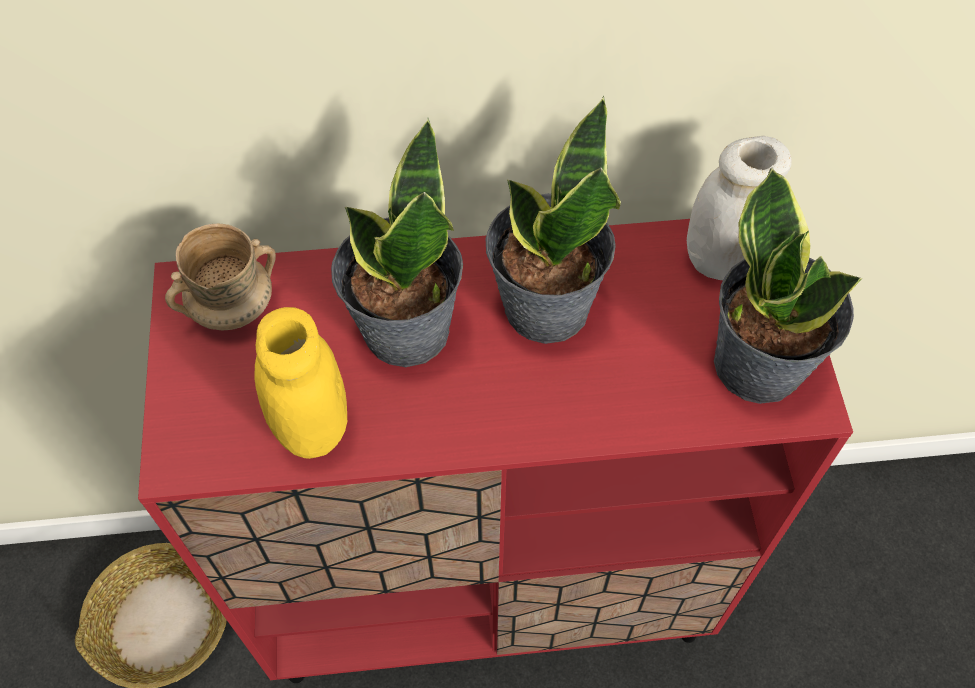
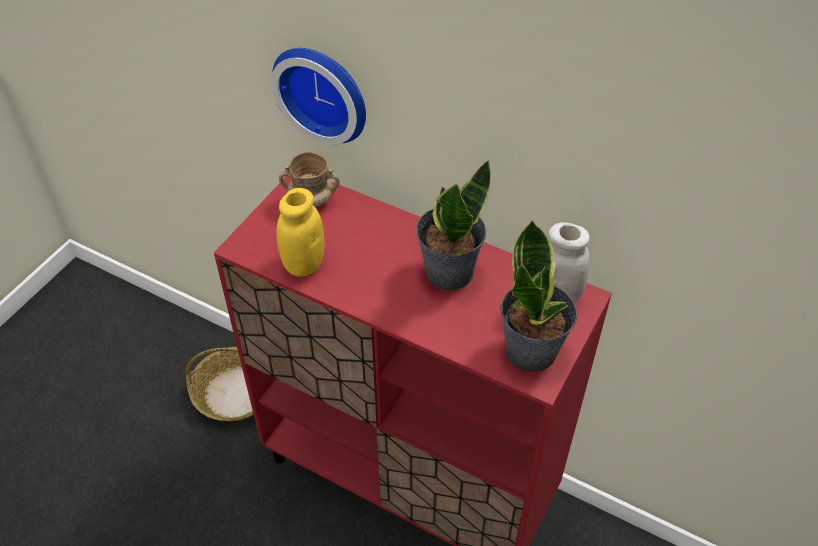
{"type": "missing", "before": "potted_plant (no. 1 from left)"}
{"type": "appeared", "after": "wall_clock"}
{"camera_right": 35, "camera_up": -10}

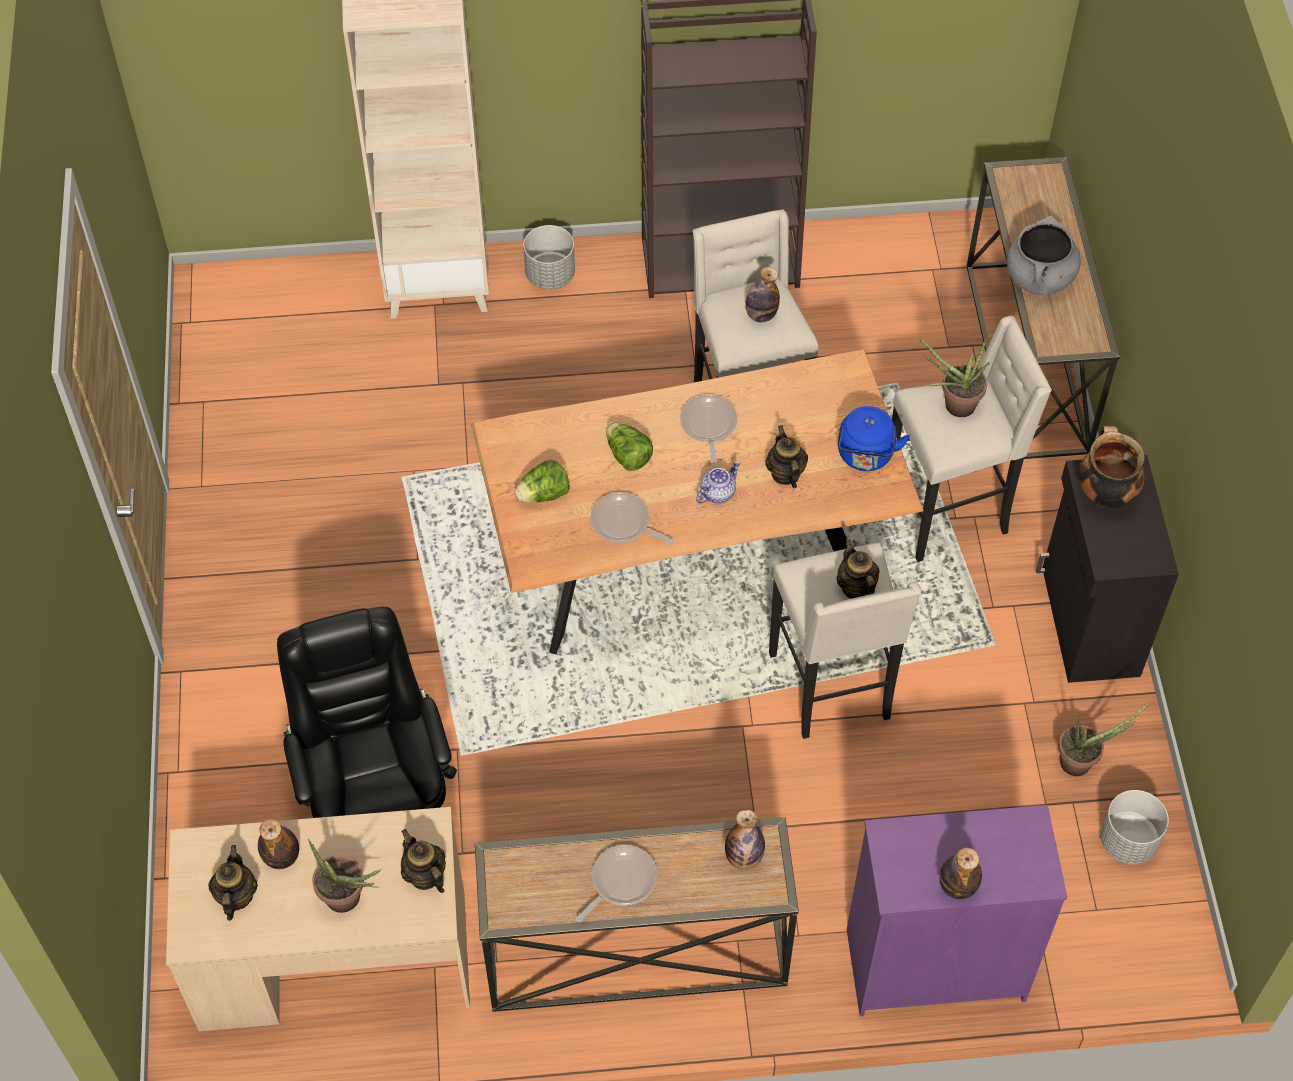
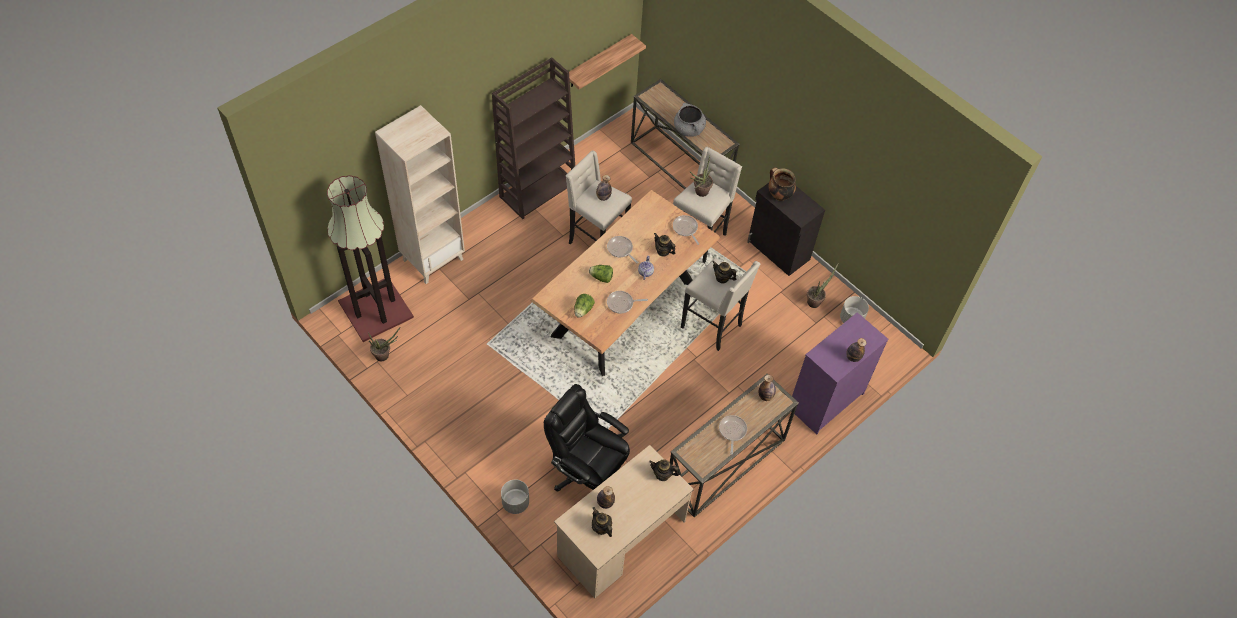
{"type": "relocated", "before": "potted_plant (no. 1 from left)"}
{"type": "relocated", "before": "grey_planter (no. 1 from left)"}
{"type": "exchanged", "before": "blue_kettle", "after": "frying_pan (no. 3 from left)"}
{"type": "appeared", "after": "floor_lamp"}
{"type": "appeared", "after": "shelf"}
{"camera_right": -40, "camera_up": 0}

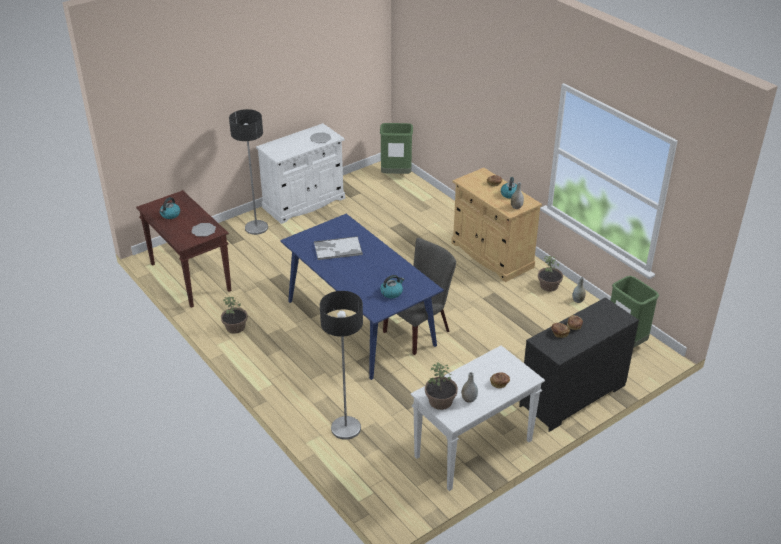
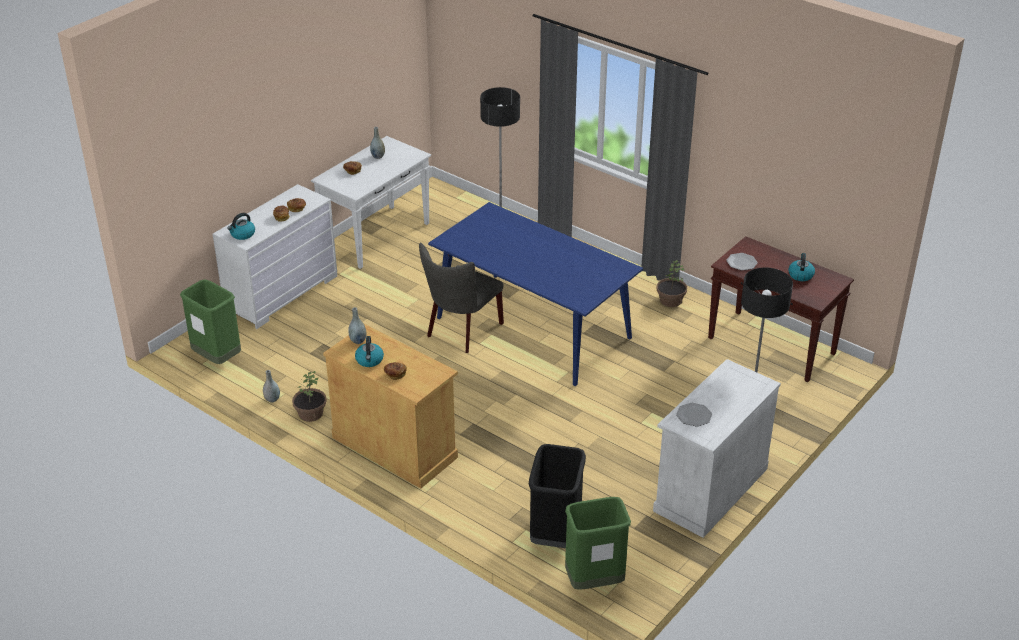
{"type": "missing", "before": "tray"}
{"type": "relocated", "before": "kettle (no. 2 from left in the first image)", "after": "kettle (no. 1 from left)"}
{"type": "missing", "before": "potted_plant (no. 2 from left)"}
{"type": "colour", "before": "black_dresser", "after": "white_dresser"}
{"type": "appeared", "after": "black_trash_can"}
{"camera_right": 165, "camera_up": 0}

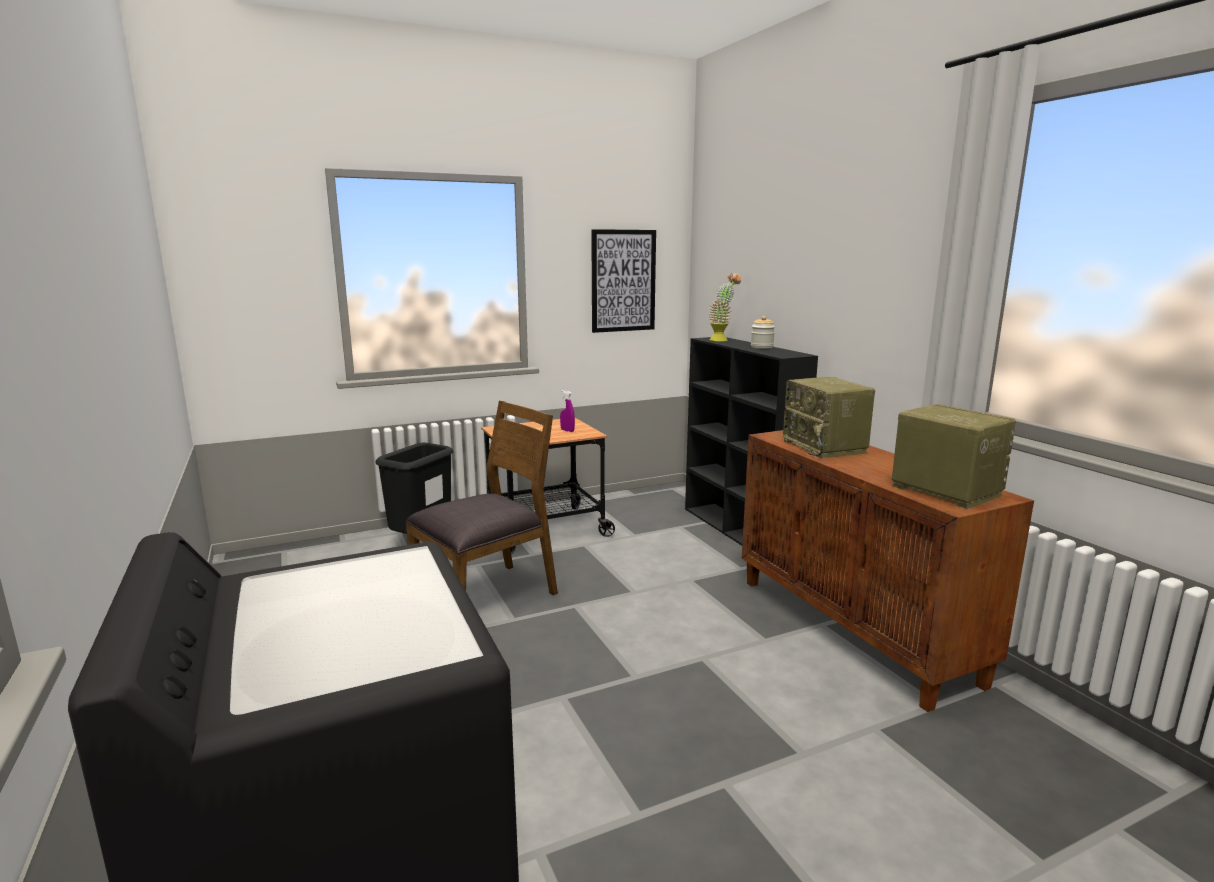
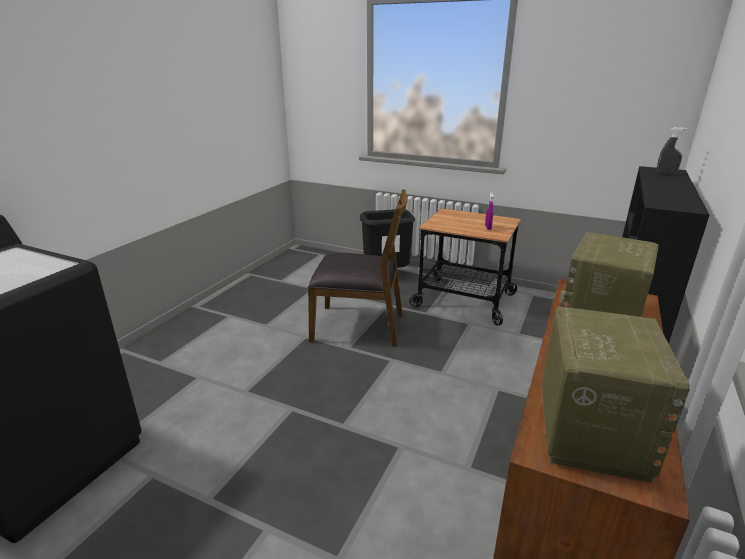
{"type": "missing", "before": "picture"}
{"type": "exchanged", "before": "potted_plant", "after": "grey_spray_bottle"}
{"type": "missing", "before": "jar"}
{"camera_right": 50, "camera_up": 10}

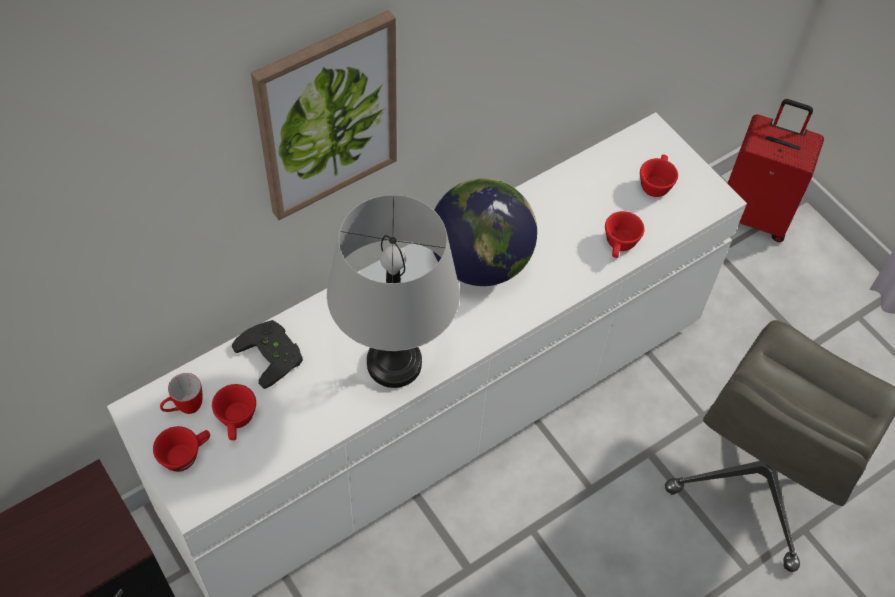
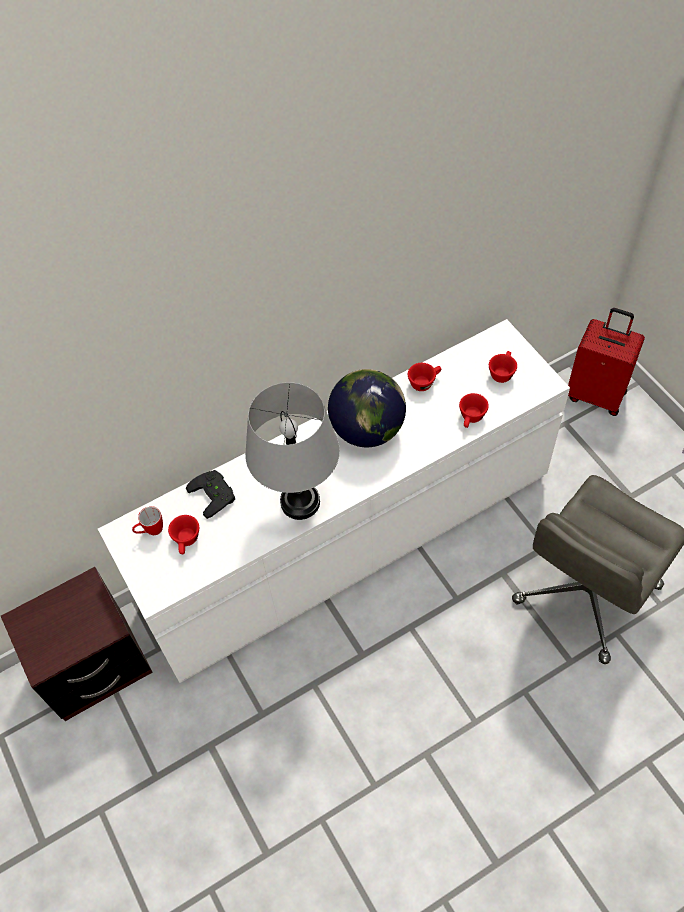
{"type": "relocated", "before": "red_cup (no. 1 from left in the first image)", "after": "red_cup (no. 2 from left)"}
{"type": "missing", "before": "picture"}
{"camera_right": 10, "camera_up": 0}

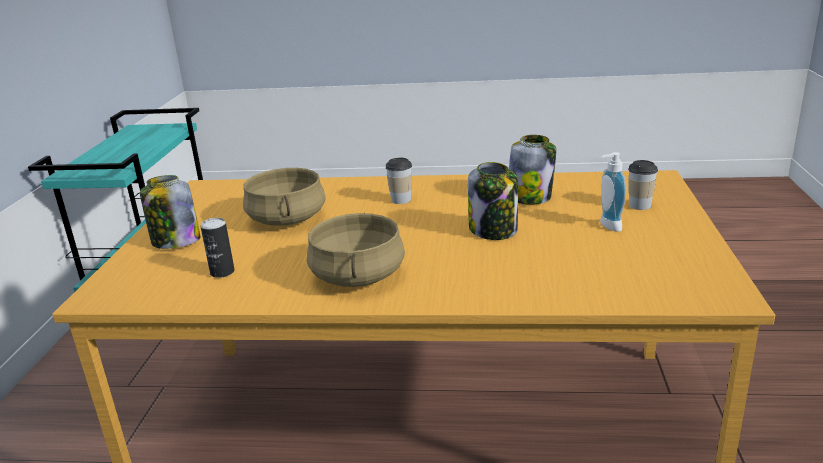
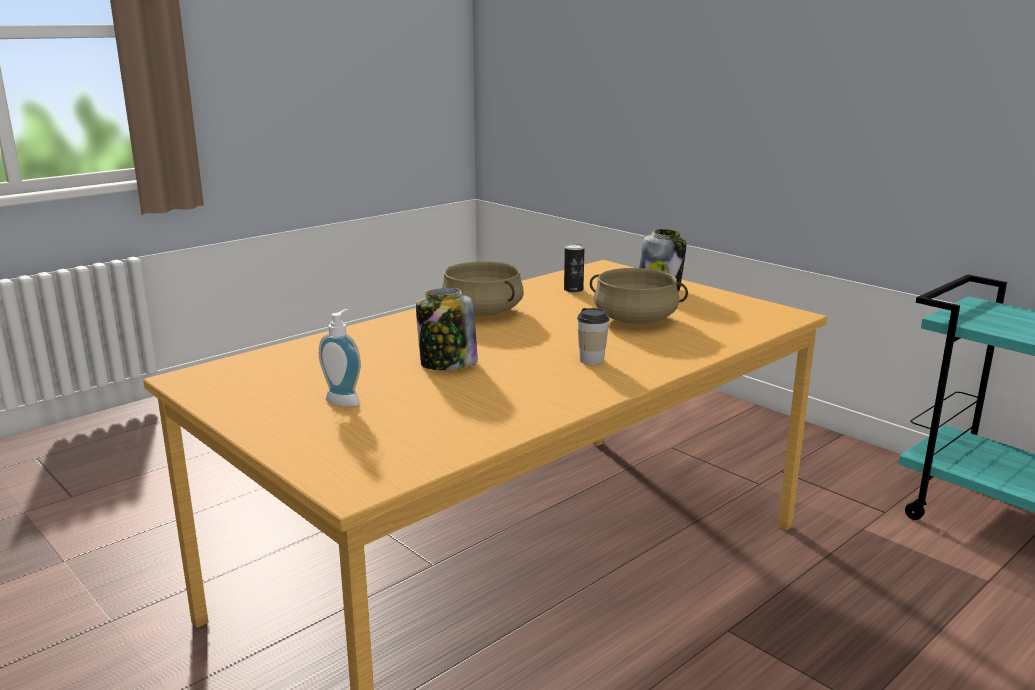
{"type": "missing", "before": "jar (no. 3 from left)"}
{"type": "missing", "before": "cup (no. 2 from left)"}
{"camera_right": 130, "camera_up": -5}

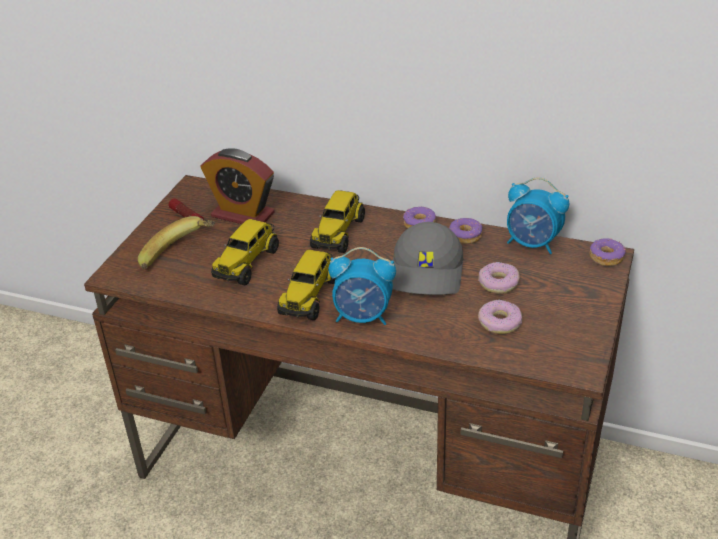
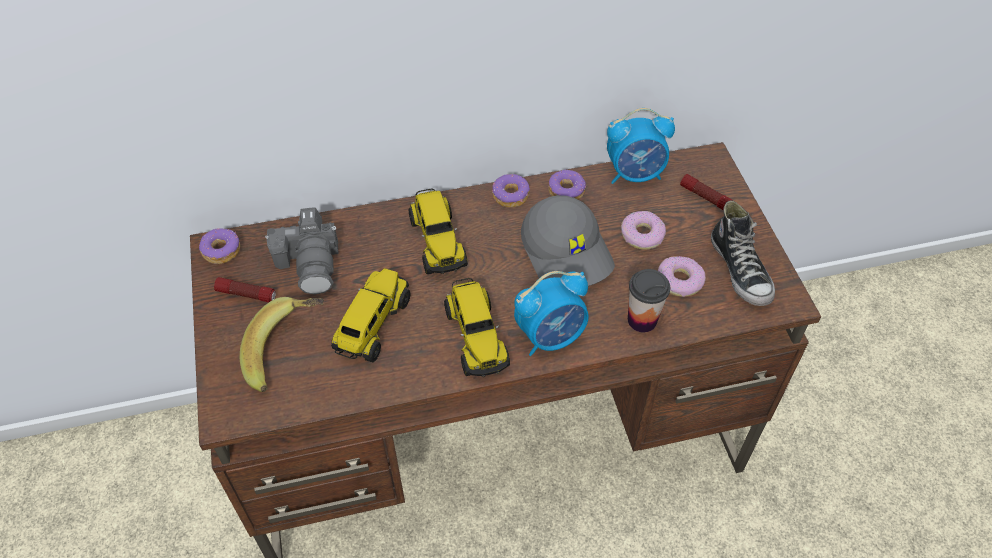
{"type": "exchanged", "before": "alarm_clock (no. 1 from left)", "after": "photo_camera"}
{"type": "spun", "before": "toy_truck (no. 1 from left)", "turn": -150}
{"type": "relocated", "before": "donut (no. 5 from left in the first image)", "after": "donut (no. 1 from left)"}
{"type": "appeared", "after": "cup"}
{"type": "appeared", "after": "flashlight (no. 2 from left)"}
{"type": "appeared", "after": "shoe"}
{"camera_right": -35, "camera_up": 15}

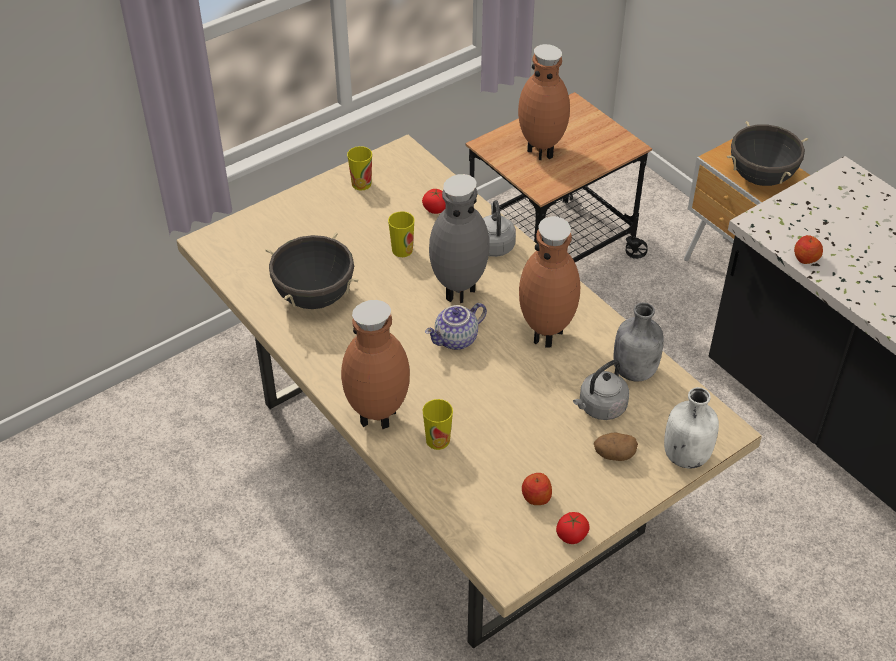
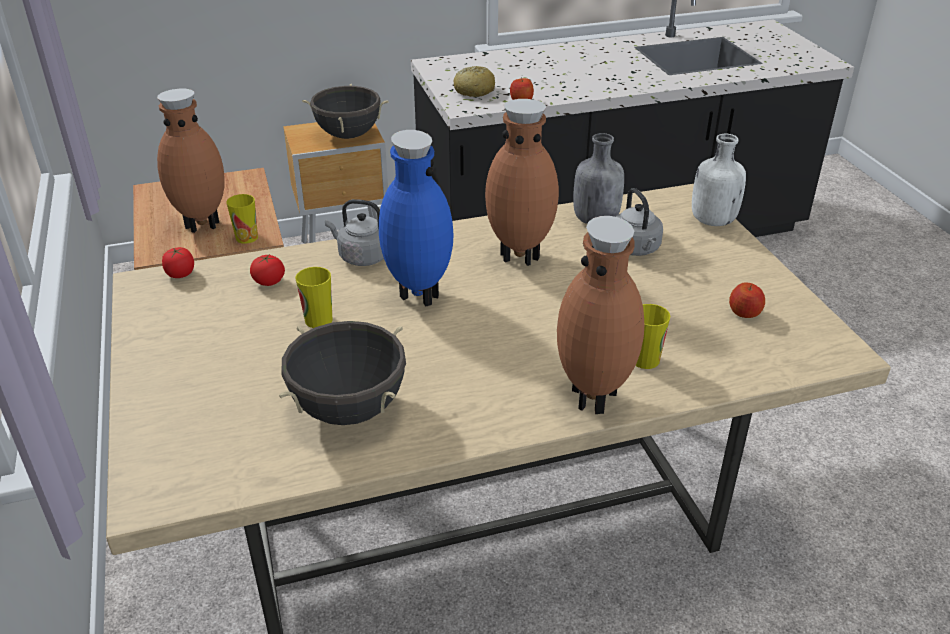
{"type": "relocated", "before": "cup (no. 1 from left)"}
{"type": "missing", "before": "teapot"}
{"type": "colour", "before": "grey_vase", "after": "blue_vase"}
{"type": "relocated", "before": "tomato (no. 2 from left in the first image)", "after": "tomato (no. 1 from left)"}
{"type": "missing", "before": "potato"}
{"type": "appeared", "after": "bread"}
{"camera_right": -70, "camera_up": -10}

